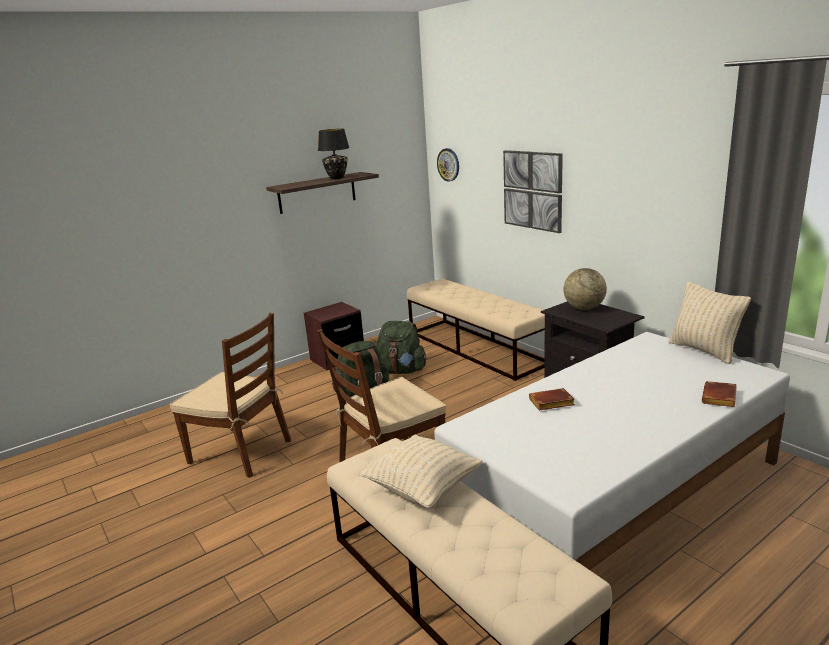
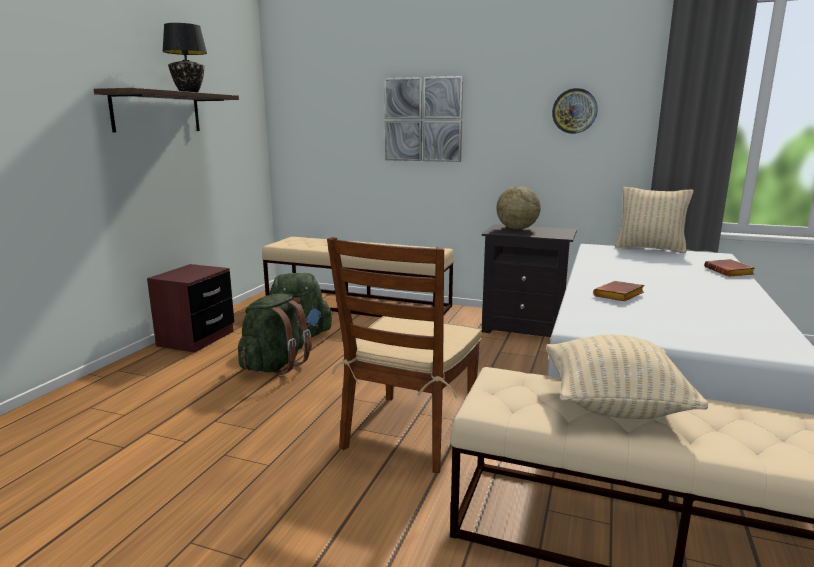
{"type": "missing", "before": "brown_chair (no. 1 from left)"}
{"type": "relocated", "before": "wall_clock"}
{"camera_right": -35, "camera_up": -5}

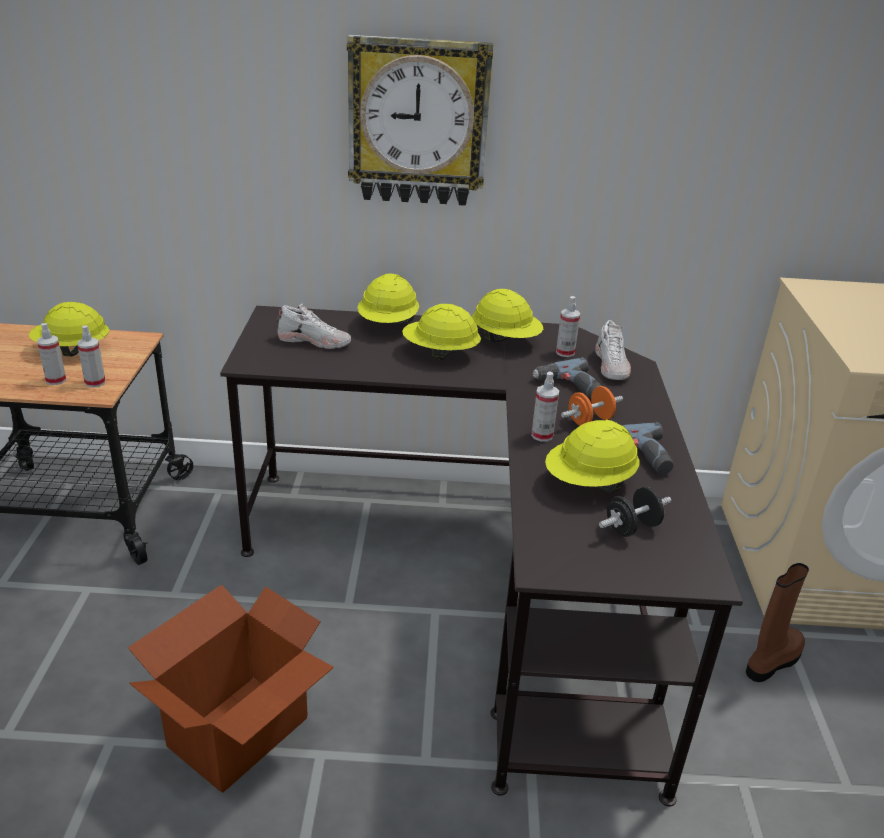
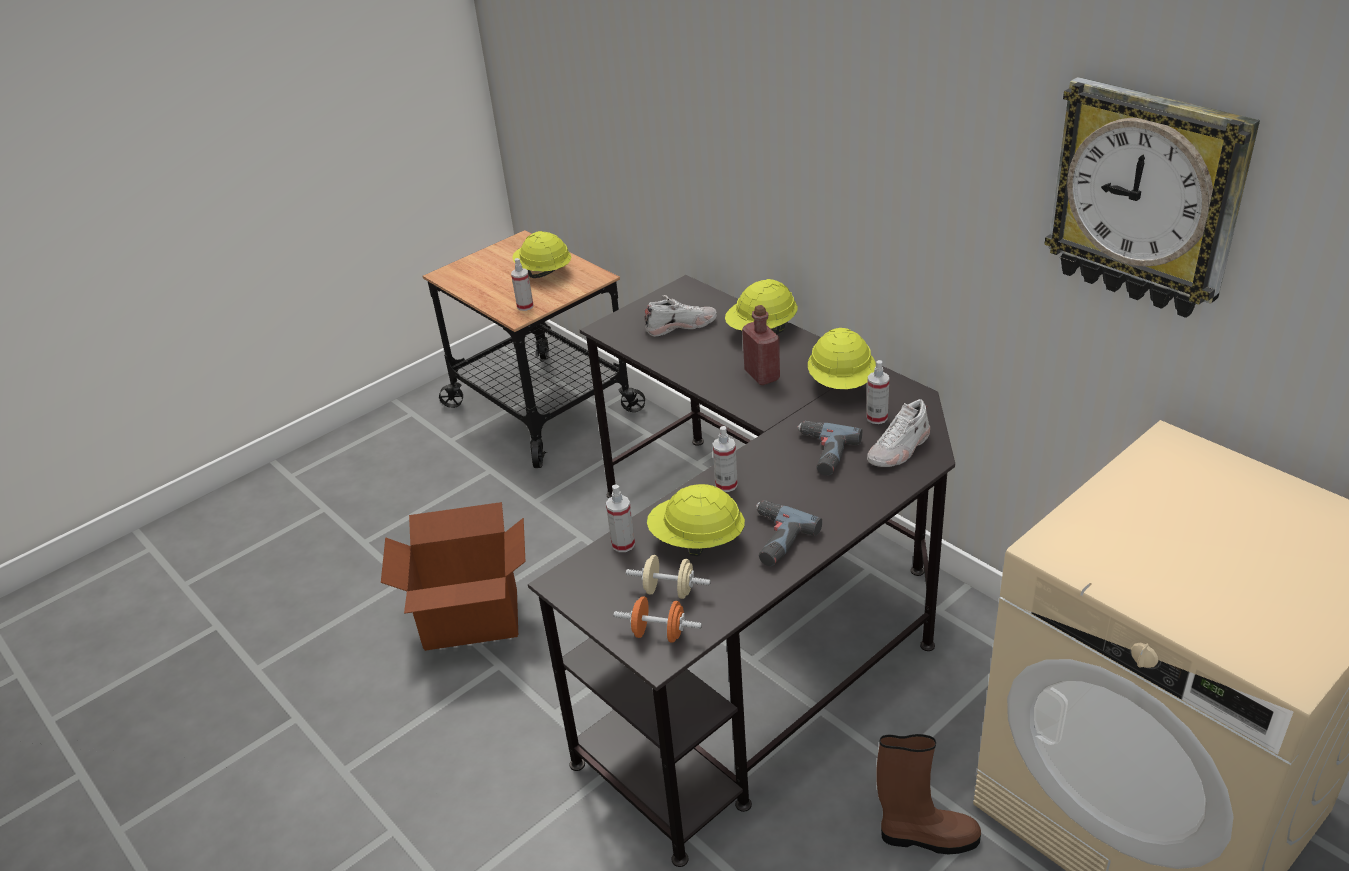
{"type": "relocated", "before": "spray_bottle (no. 1 from left in the first image)", "after": "spray_bottle (no. 2 from left)"}
{"type": "spun", "before": "white_shoe (no. 1 from left)", "turn": -75}
{"type": "relocated", "before": "wall_clock"}
{"type": "exchanged", "before": "yellow_hard_hat (no. 3 from left)", "after": "red_bottle"}
{"type": "relocated", "before": "orange_dumbbell"}
{"type": "colour", "before": "black_dumbbell", "after": "beige_dumbbell"}
{"camera_right": 50, "camera_up": 5}

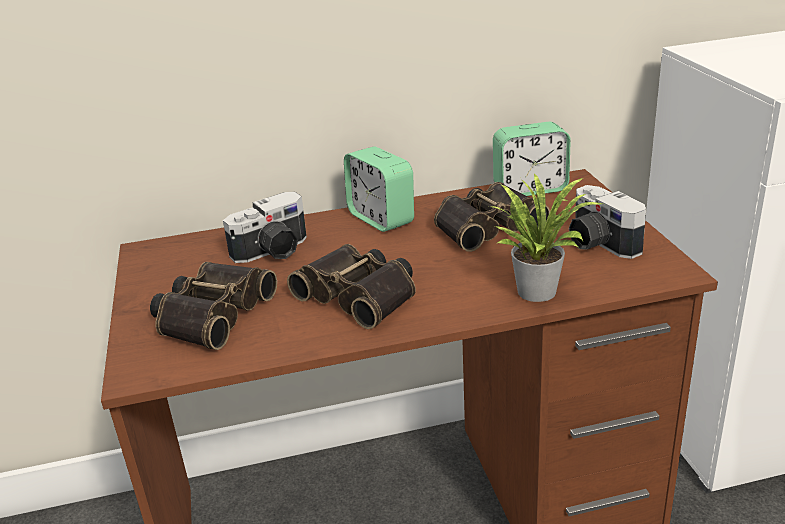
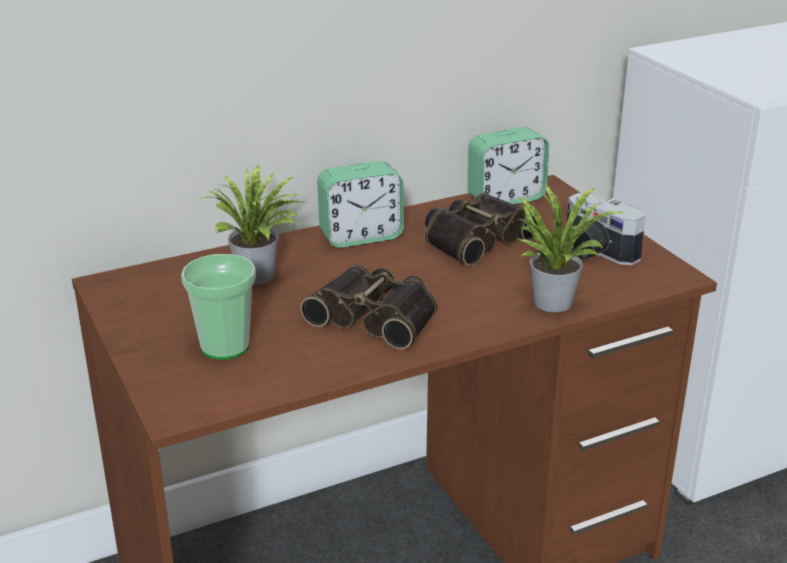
{"type": "exchanged", "before": "binoculars (no. 1 from left)", "after": "cup"}
{"type": "exchanged", "before": "photo_camera (no. 1 from left)", "after": "potted_plant (no. 1 from left)"}
{"type": "spun", "before": "alarm_clock (no. 1 from left)", "turn": -60}
{"camera_right": -15, "camera_up": 0}

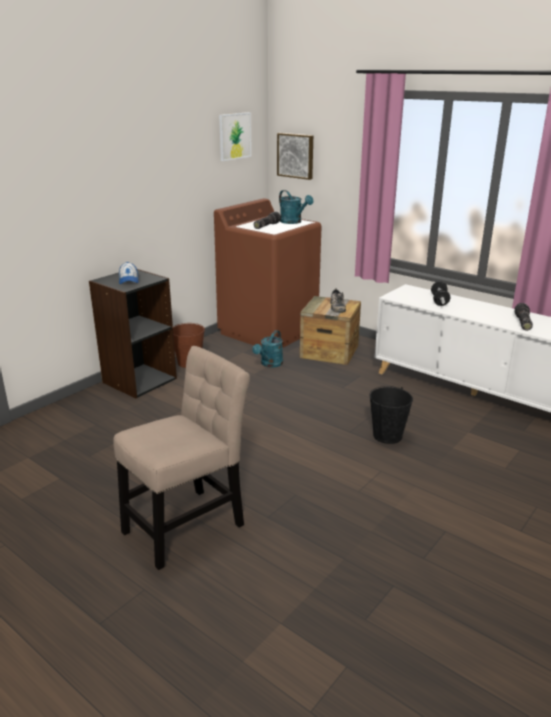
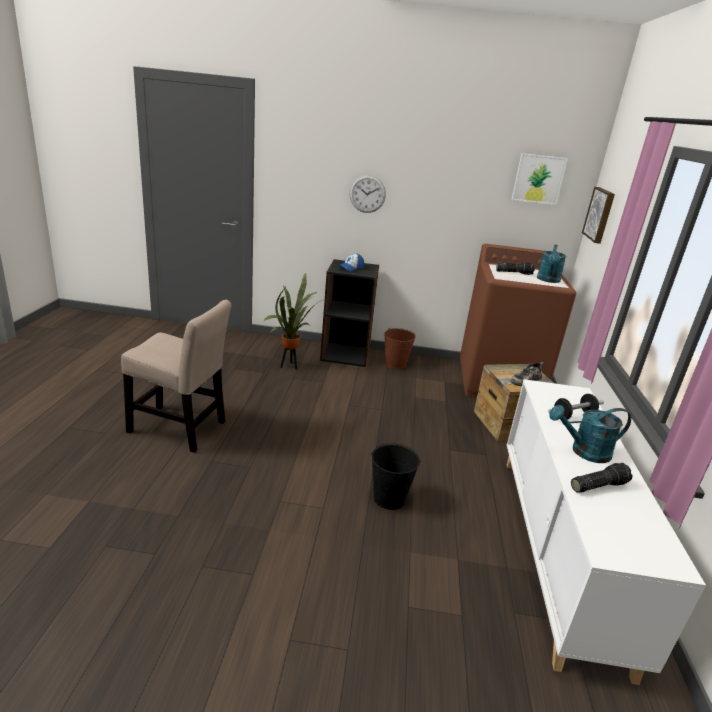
{"type": "relocated", "before": "turquoise_watering_can (no. 1 from left in the first image)", "after": "turquoise_watering_can (no. 2 from left)"}
{"type": "appeared", "after": "potted_plant"}
{"type": "appeared", "after": "wall_clock"}
{"camera_right": 55, "camera_up": 0}

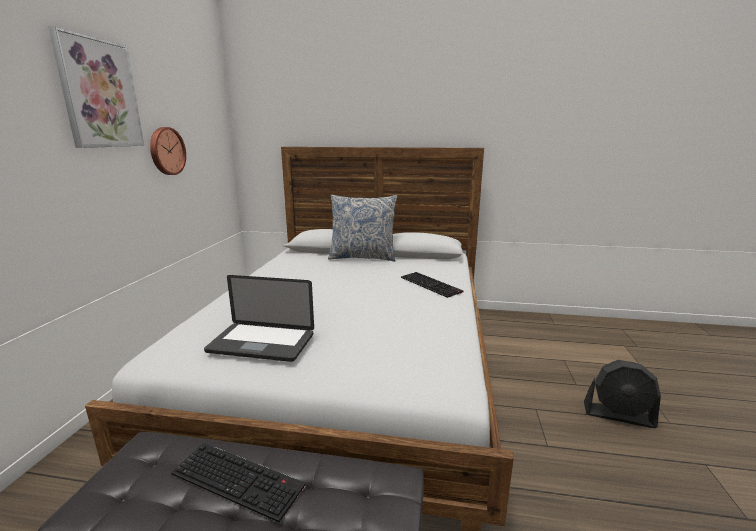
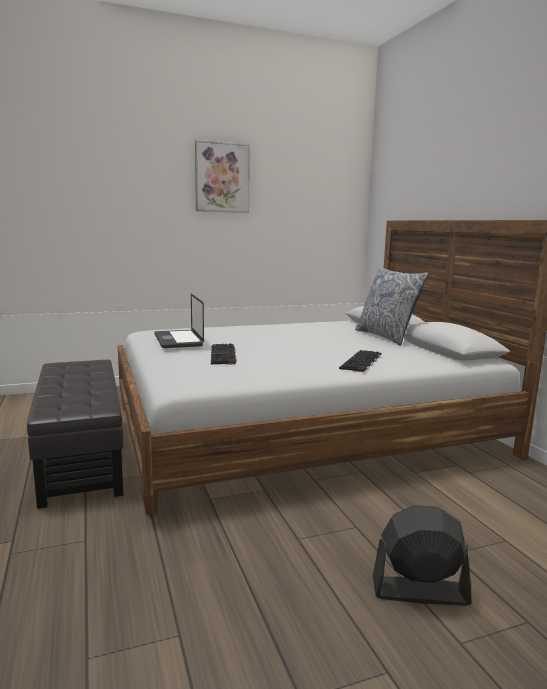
{"type": "missing", "before": "wall_clock"}
{"type": "relocated", "before": "keyboard (no. 1 from left)"}
{"type": "spun", "before": "black_fan", "turn": 105}
{"camera_right": 60, "camera_up": -5}

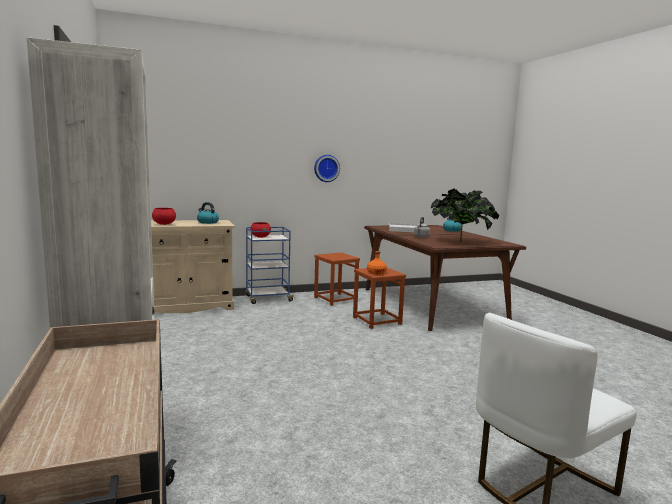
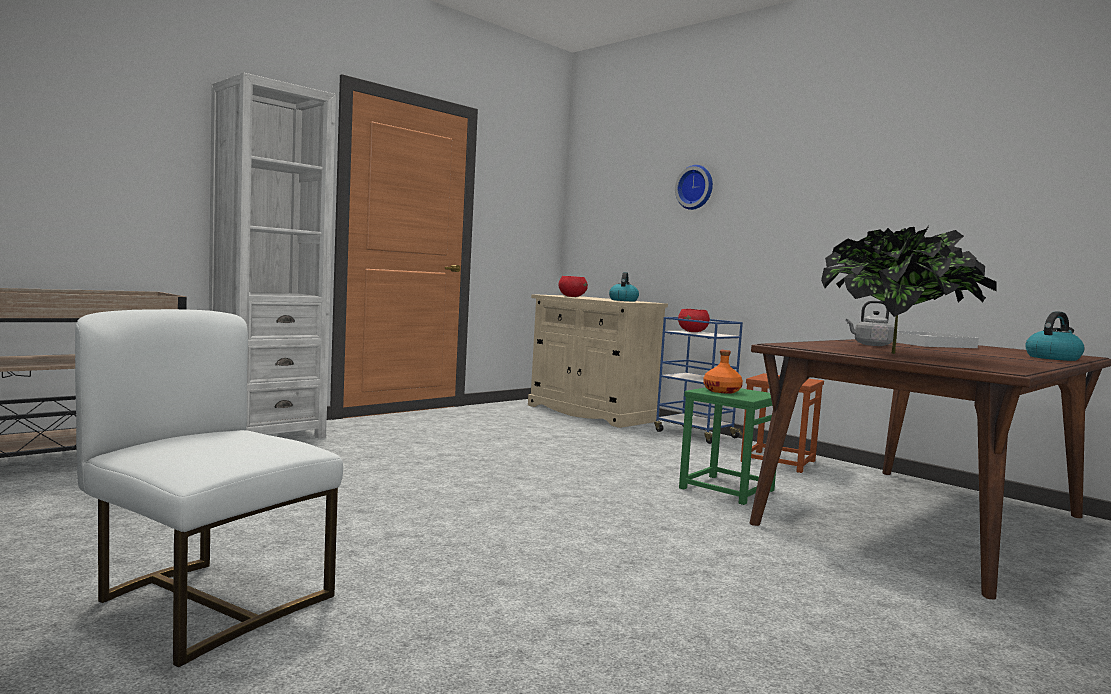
{"type": "relocated", "before": "wall_clock"}
{"type": "colour", "before": "brown_stool (no. 2 from left)", "after": "green_stool"}
{"camera_right": 65, "camera_up": -5}

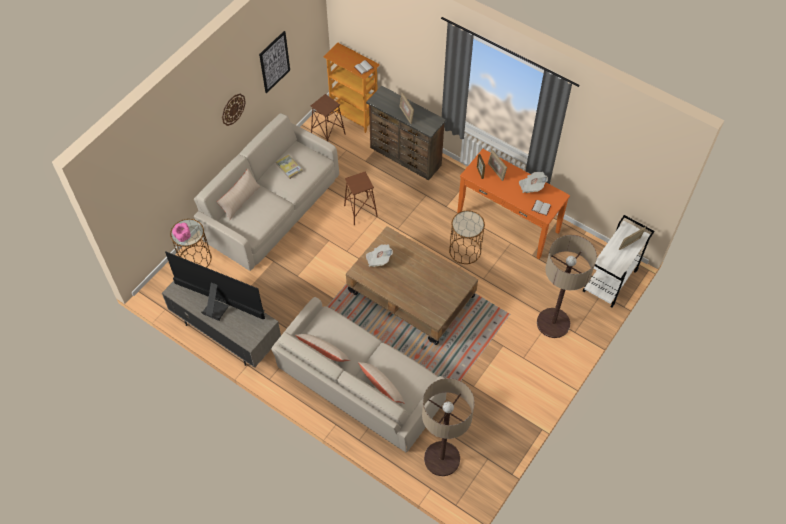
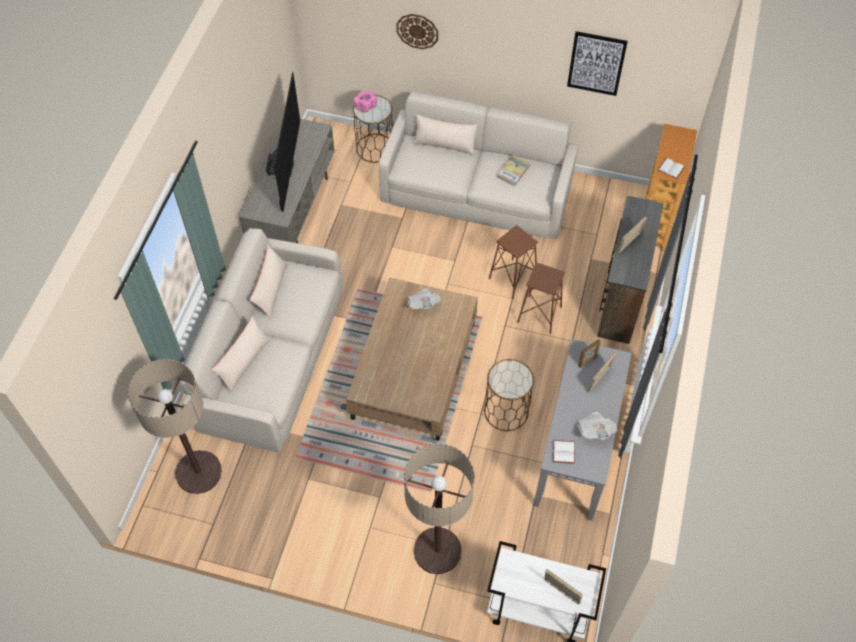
{"type": "relocated", "before": "wall_clock"}
{"type": "relocated", "before": "brown_stool (no. 1 from left in the first image)", "after": "brown_stool (no. 2 from left)"}
{"type": "colour", "before": "orange_console_table", "after": "grey_console_table"}
{"camera_right": 70, "camera_up": 0}

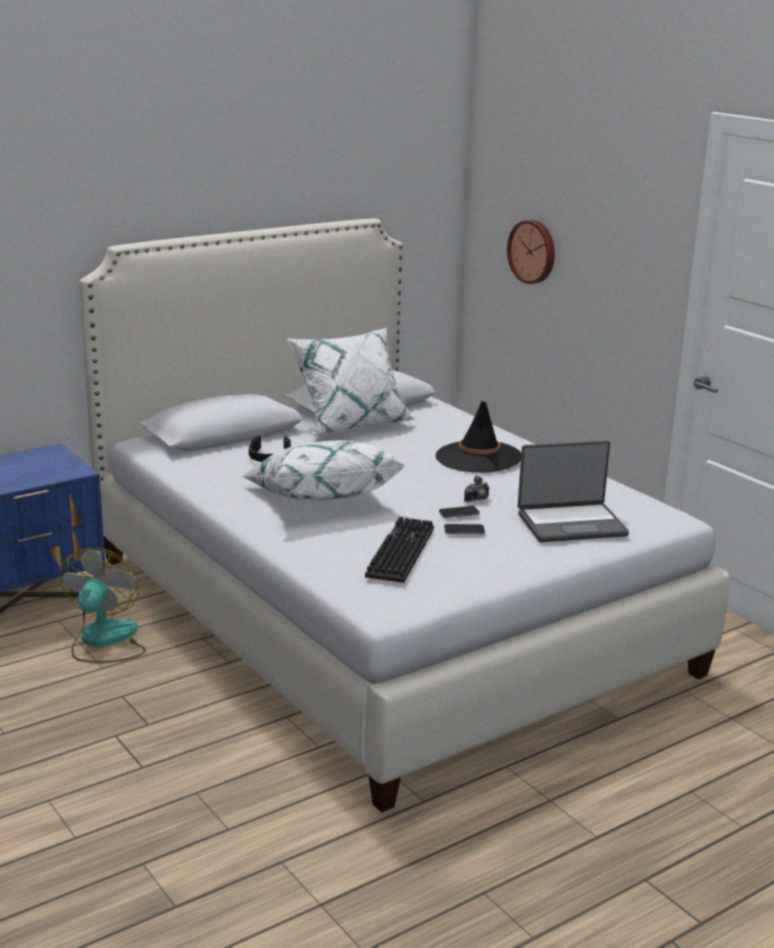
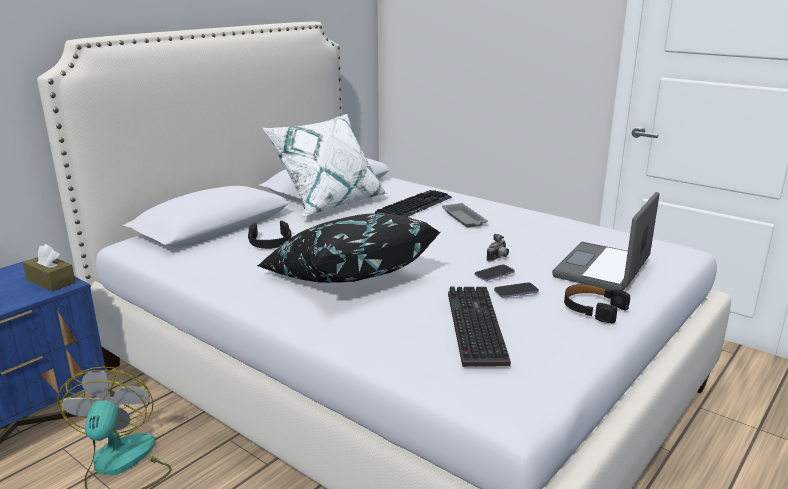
{"type": "colour", "before": "white_pillow (no. 1 from left)", "after": "black_pillow"}
{"type": "exchanged", "before": "black_hat", "after": "grey_tray"}
{"type": "missing", "before": "wall_clock"}
{"type": "spun", "before": "laptop", "turn": 150}
{"type": "appeared", "after": "brown_tissue_box"}
{"type": "appeared", "after": "keyboard (no. 1 from left)"}
{"type": "appeared", "after": "black_headphones (no. 2 from left)"}
{"camera_right": -15, "camera_up": 0}

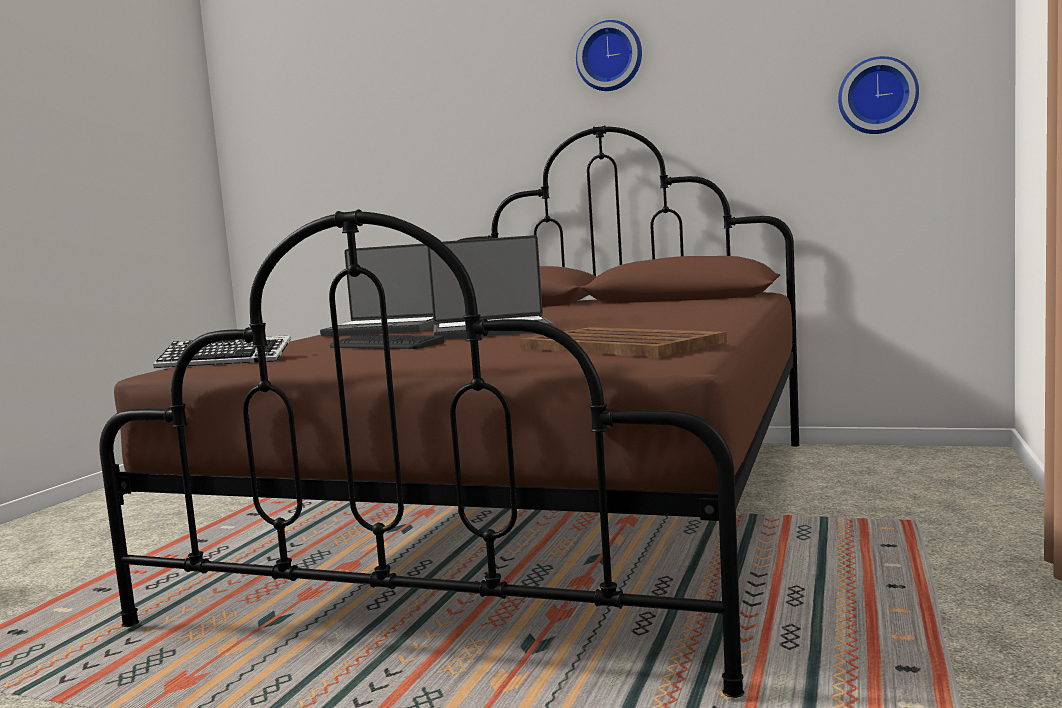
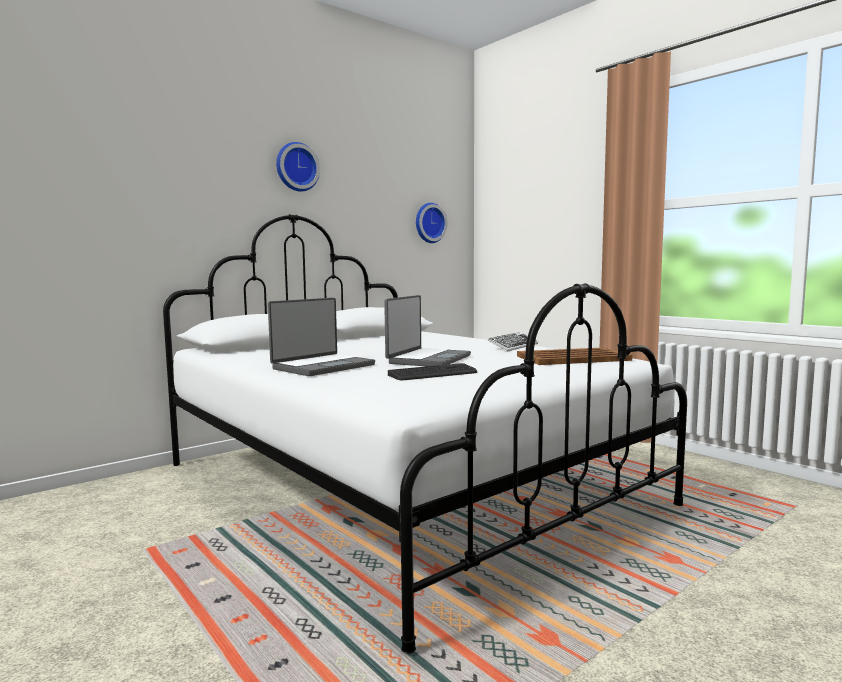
{"type": "colour", "before": "brown_bed", "after": "white_bed"}
{"type": "relocated", "before": "keyboard (no. 1 from left in the first image)", "after": "keyboard (no. 2 from left)"}
{"camera_right": -60, "camera_up": 0}

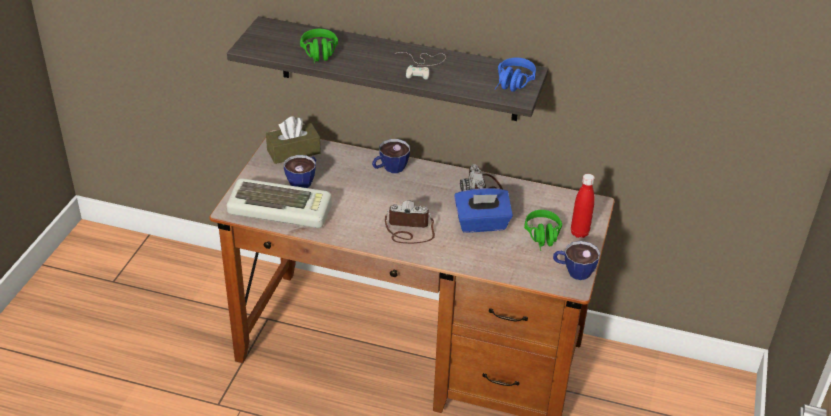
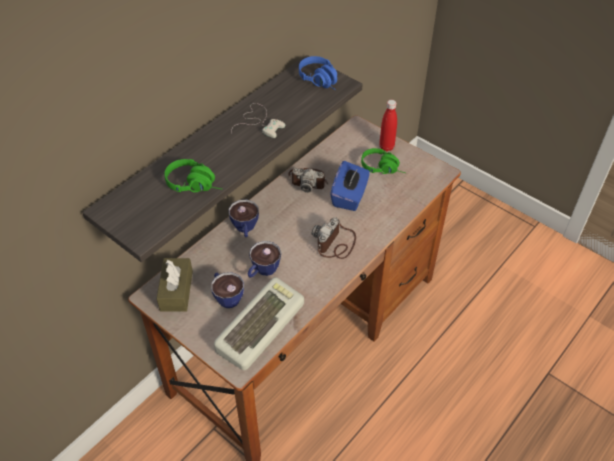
{"type": "relocated", "before": "cup (no. 3 from left)"}
{"camera_right": -65, "camera_up": 10}

